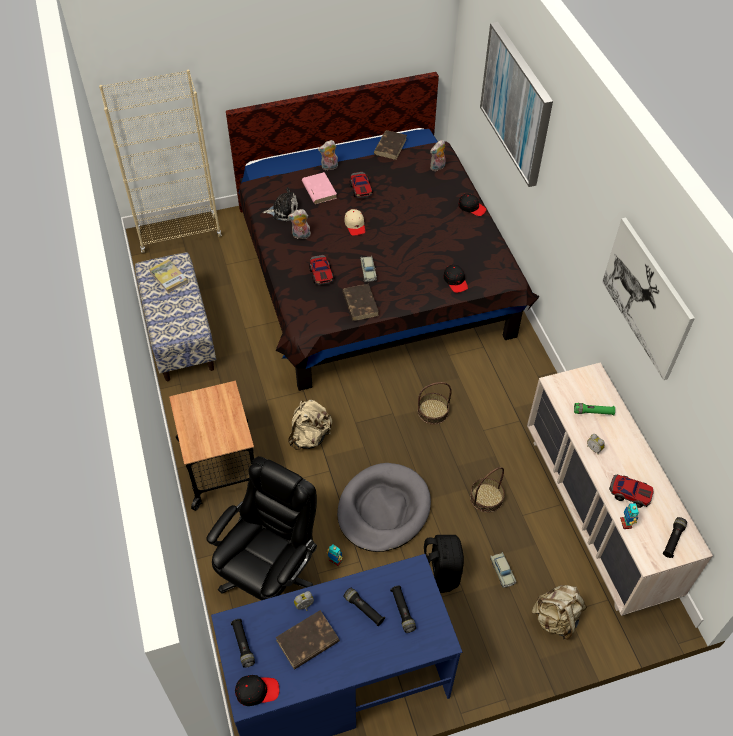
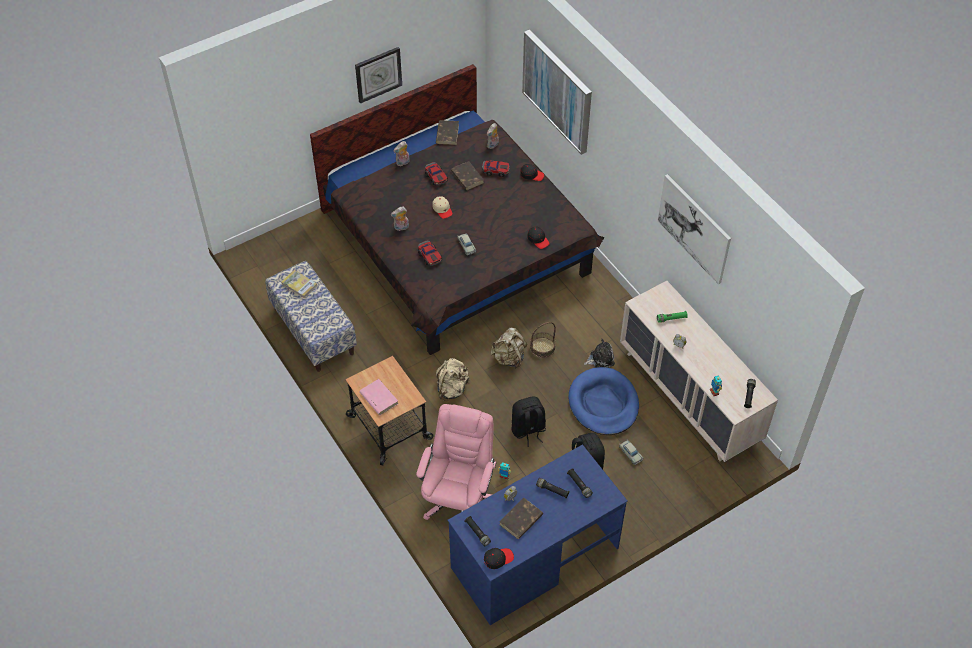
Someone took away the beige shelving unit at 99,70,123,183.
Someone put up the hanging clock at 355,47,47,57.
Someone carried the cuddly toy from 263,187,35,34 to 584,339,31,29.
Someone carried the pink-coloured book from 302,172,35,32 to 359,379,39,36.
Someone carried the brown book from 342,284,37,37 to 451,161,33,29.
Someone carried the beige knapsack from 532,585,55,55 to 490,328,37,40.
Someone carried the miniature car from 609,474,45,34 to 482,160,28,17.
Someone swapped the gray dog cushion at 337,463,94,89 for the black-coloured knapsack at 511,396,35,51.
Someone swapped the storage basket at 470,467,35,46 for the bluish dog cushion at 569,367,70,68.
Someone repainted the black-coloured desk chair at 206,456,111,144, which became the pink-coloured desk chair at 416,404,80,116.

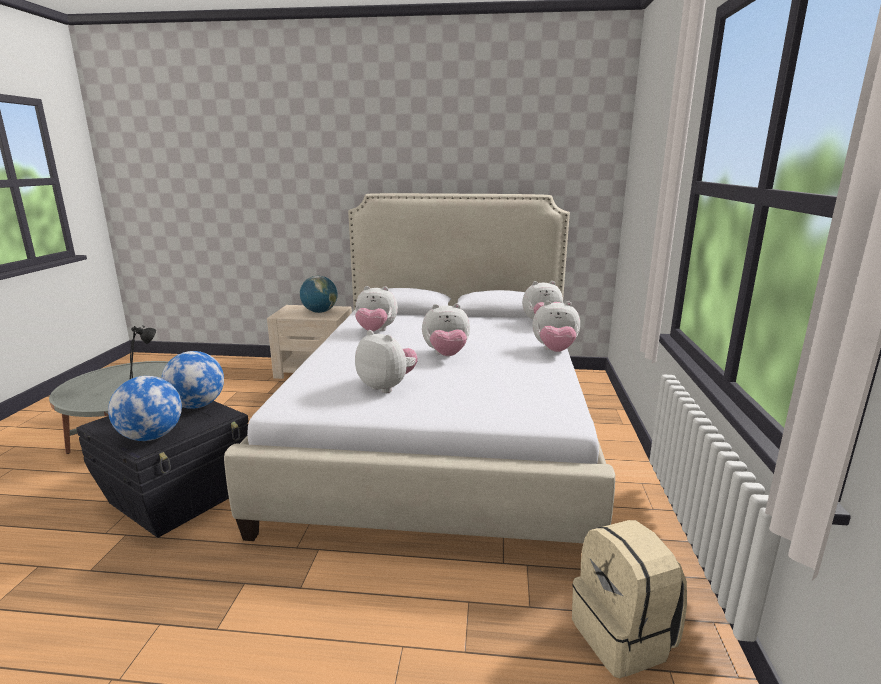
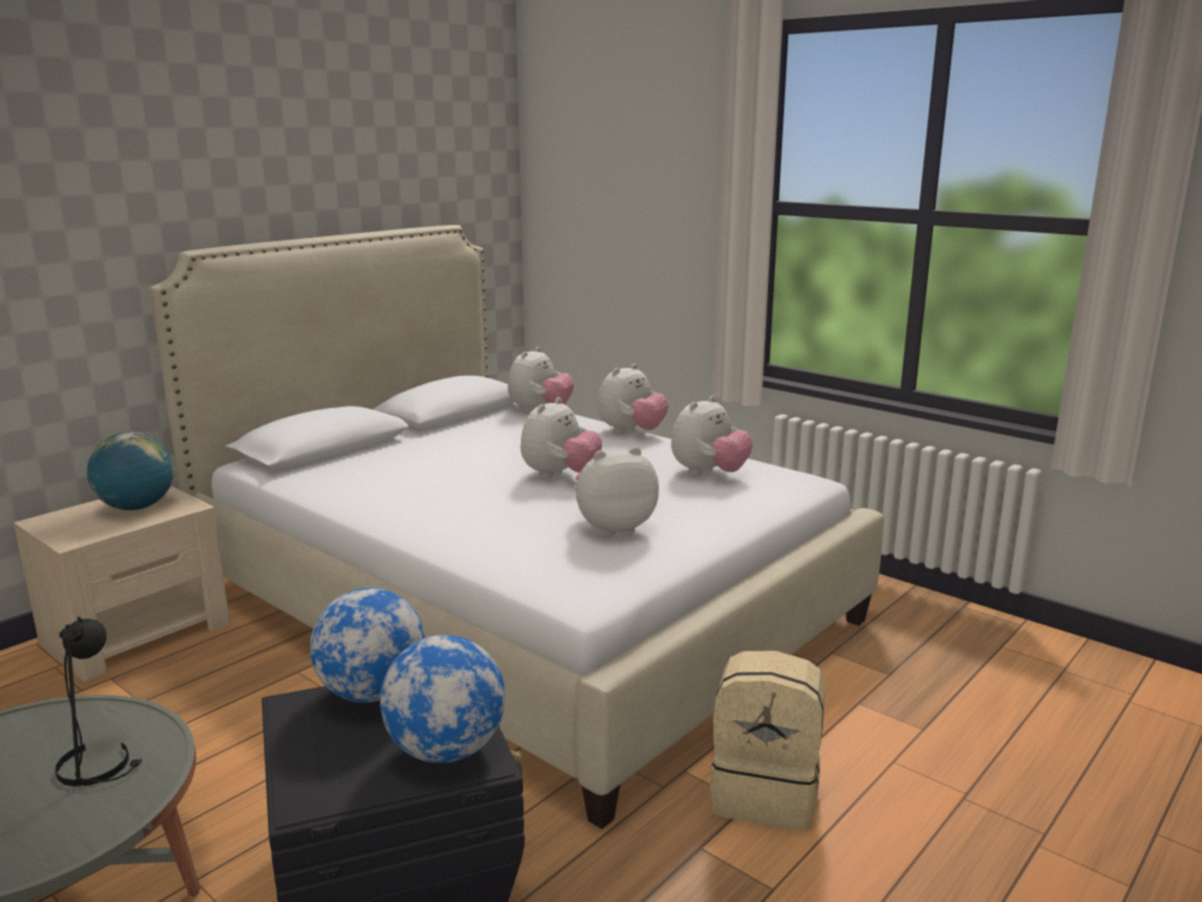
Someone carried the cuddly toy from 355,286,43,45 to 671,396,82,80.
Someone carried the beige knapsack from 572,520,115,158 to 710,651,115,180.

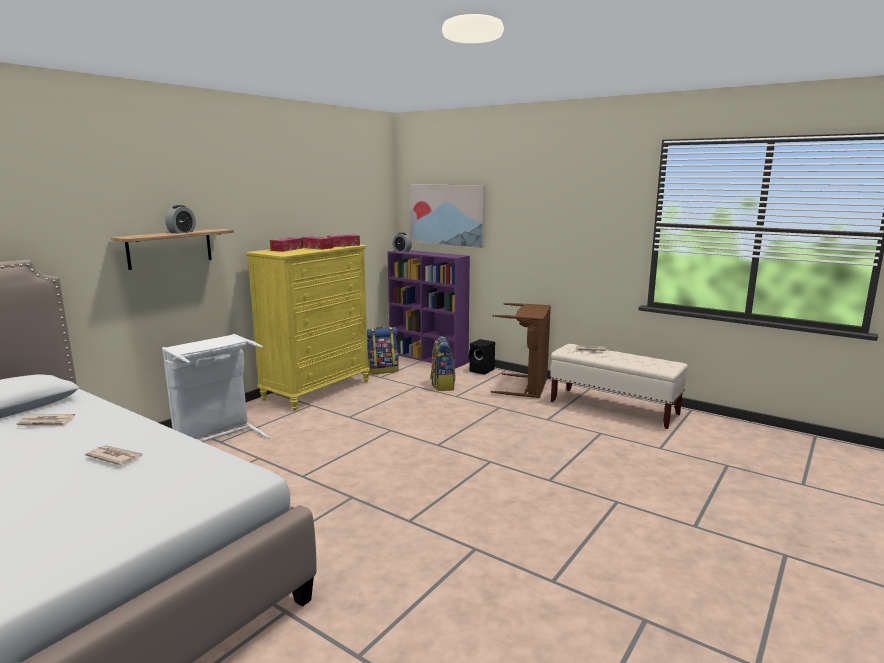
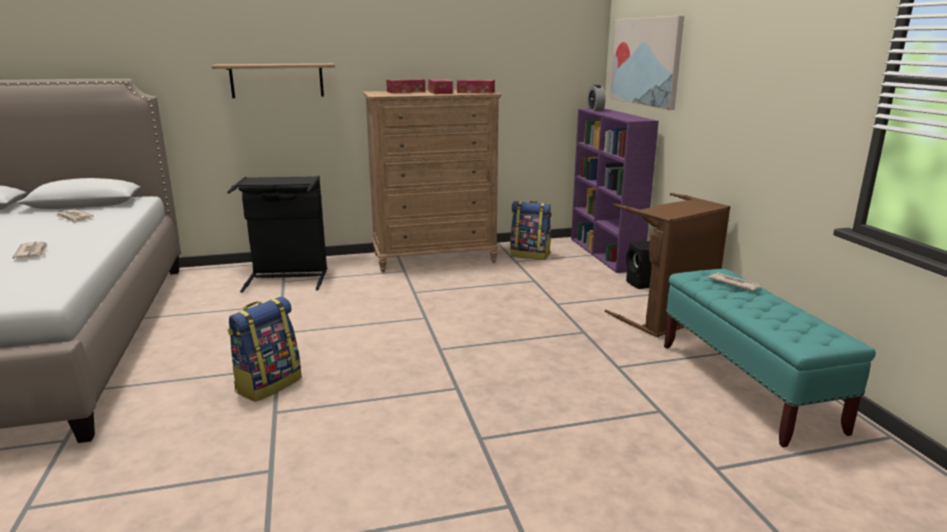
Someone took away the bedside clock at 165,205,31,29.
Someone carried the knapsack from 431,336,25,55 to 227,297,75,105.
Someone repainted the white-coloured washing basket at 162,334,108,108, which became the black-coloured washing basket at 227,176,100,117.
Someone repainted the yellowish drawer chest at 245,245,125,166, which became the brown drawer chest at 363,90,138,182.
Someone repainted the beige indoor bench at 550,344,138,85, which became the turquoise indoor bench at 664,269,212,178.

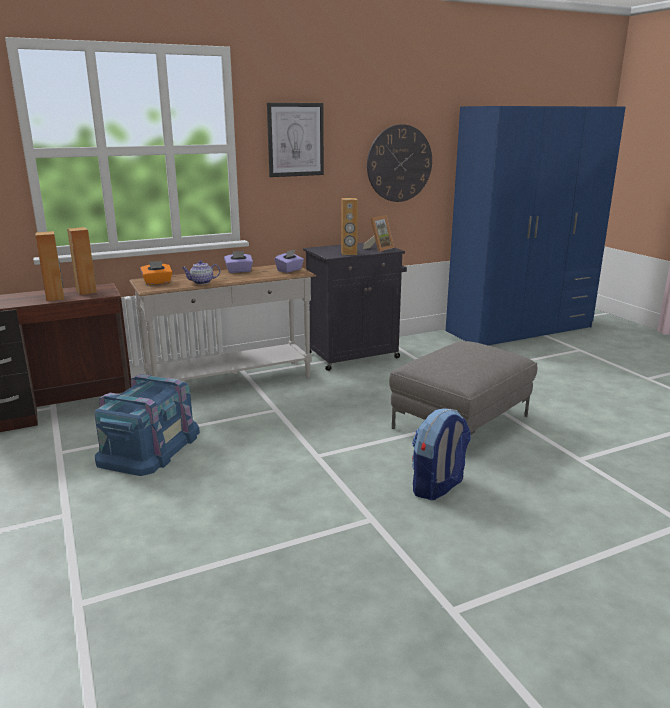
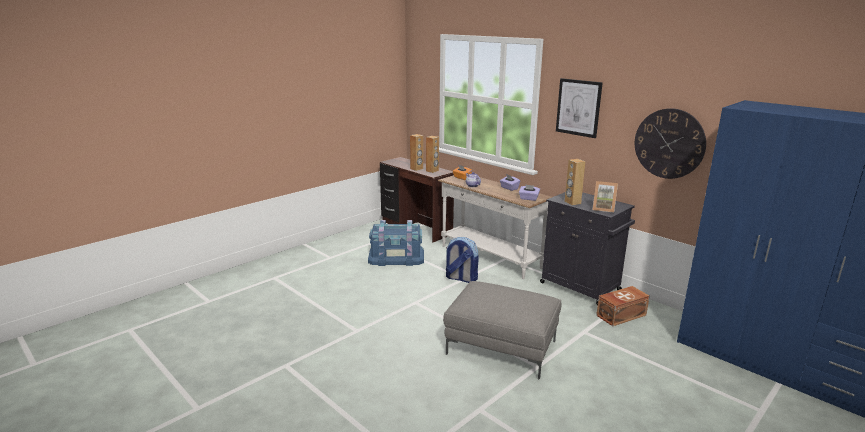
Someone put down the brown storage bin at 596,286,54,40.
Someone carried the knapsack from 412,408,59,92 to 446,237,33,46.

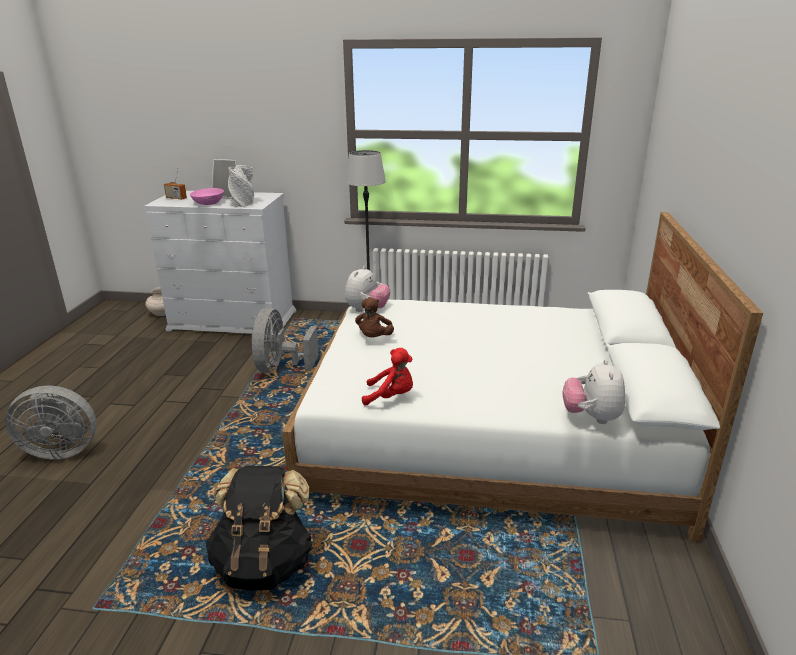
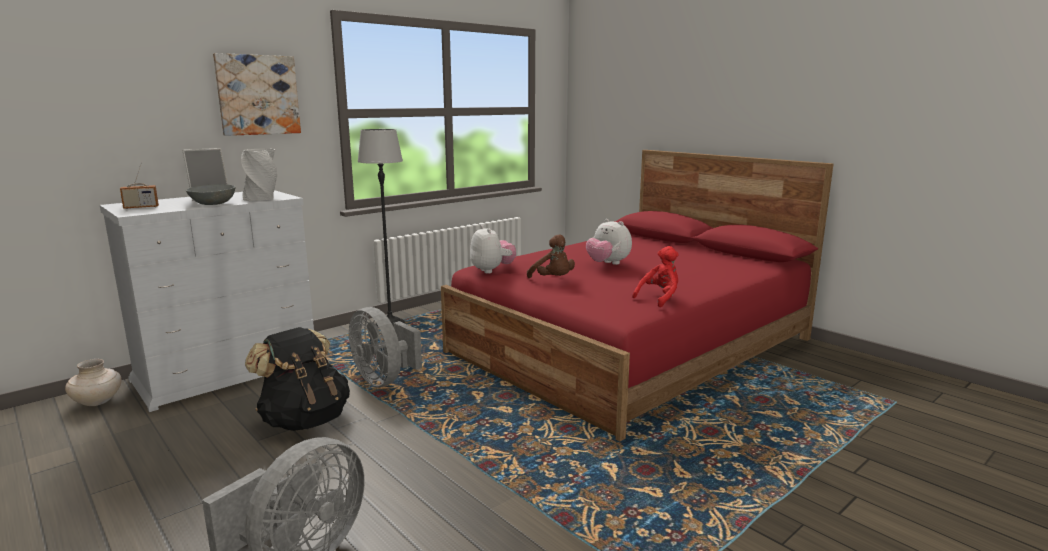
Someone put up the picture at 213,53,88,83.
Someone carried the black-coloured knapsack from 206,465,107,126 to 245,327,105,104.
Someone carried the cuddly toy from 562,359,63,65 to 586,219,46,46.
Someone repainted the pink-coloured serving bowl at 190,188,34,17, which became the gray serving bowl at 186,184,50,21.
Someone repainted the white-coloured bed at 282,212,481,330, which became the reddish bed at 441,150,393,291.

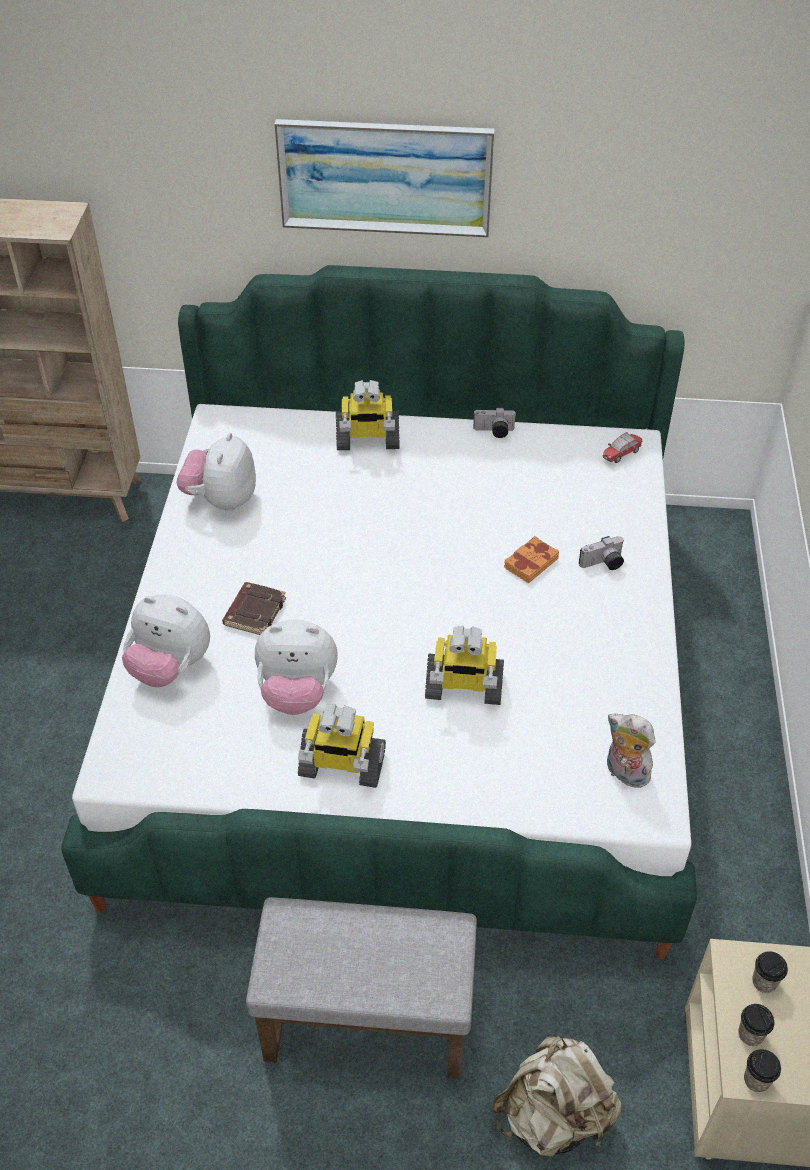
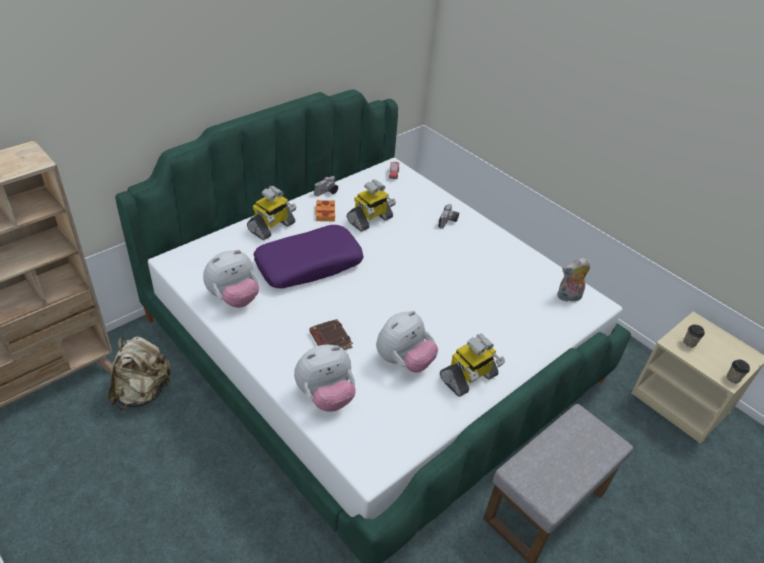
Someone took away the picture at 274,119,221,118.
Someone took away the drinking cup at 738,1004,36,42.
Someone put down the purple-coloured throw pillow at 254,225,110,63.
Someone carried the toy robot from 425,626,79,79 to 347,180,49,52.
Someone carried the beige knapsack from 492,1036,130,120 to 108,336,63,74.
Someone carried the orange-coloured book from 504,536,55,48 to 315,200,20,21.
Someone rotated the cuddly toy at 177,433,79,78 by 90 degrees counterclockwise.

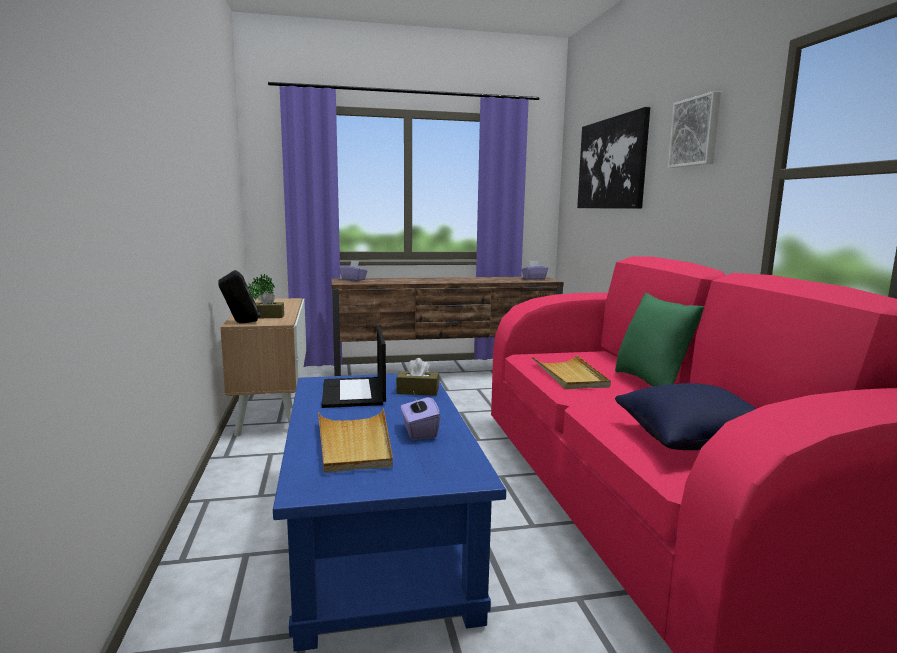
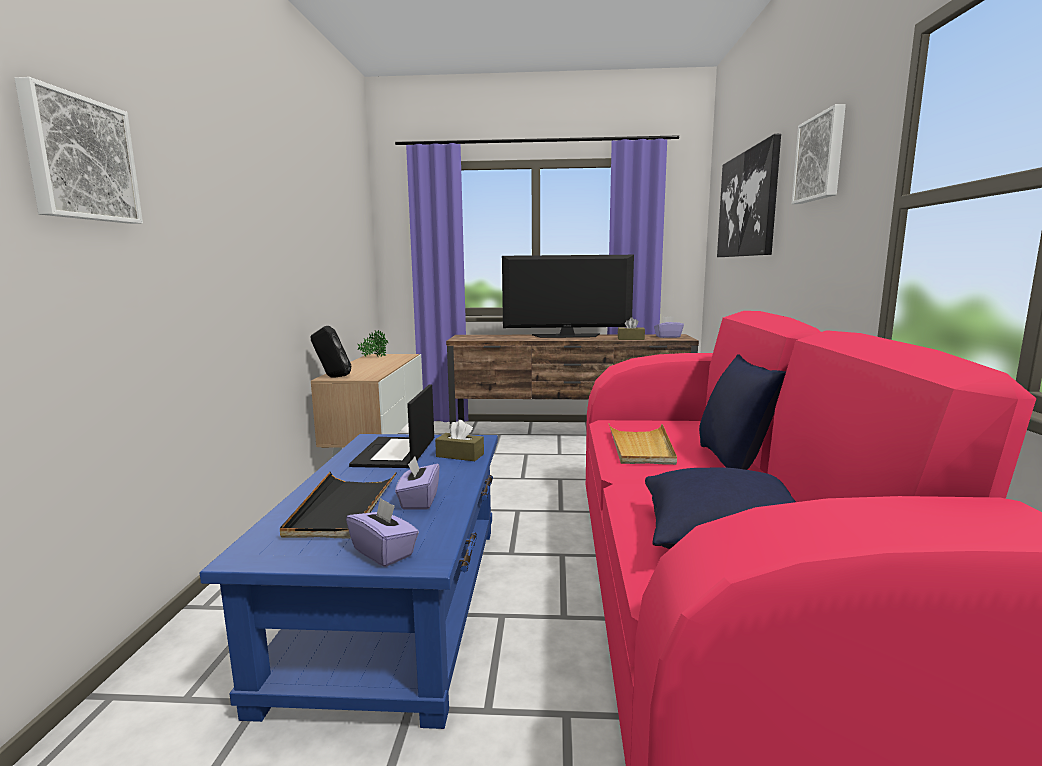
Someone put up the picture at 14,77,129,147.
Someone put down the TV at 502,255,132,83.
Someone carried the brown tissue holder from 255,291,29,27 to 618,317,27,23.
Someone carried the purple-coloured tissue holder from 339,260,29,21 to 346,497,73,70.
Someone repainted the beige carrying tray at 318,408,75,65, which became the black-coloured carrying tray at 280,472,117,66.
Someone repainted the green-coloured throw pillow at 615,293,89,93, which became the bluish throw pillow at 699,354,87,116.

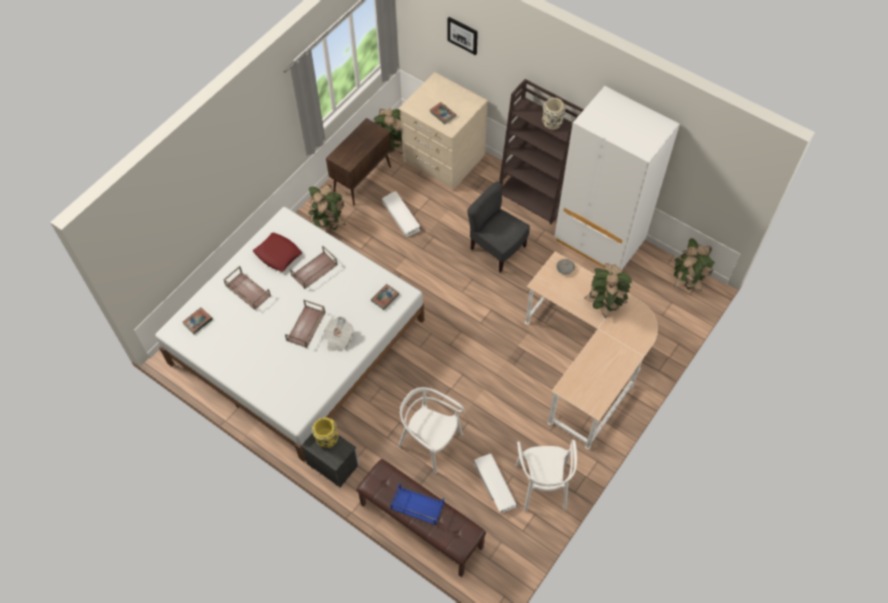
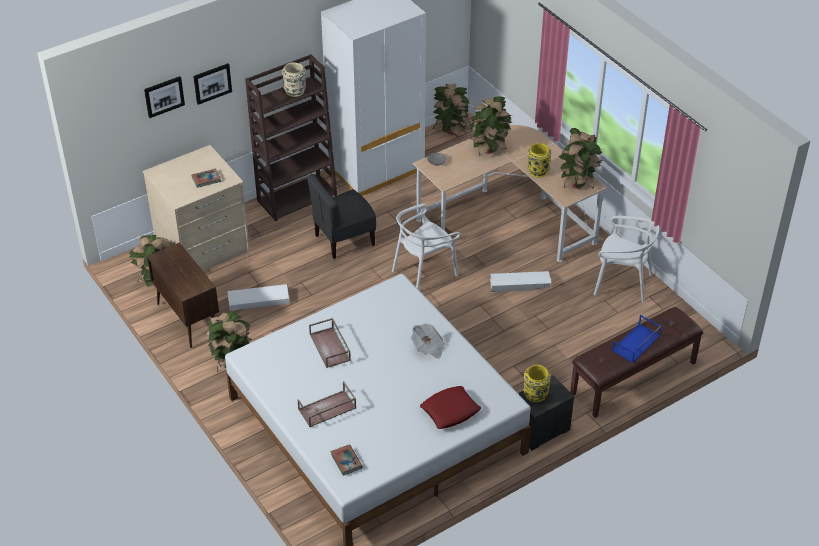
Someone took away the brown carrying tray at 285,300,40,48.
Someone took away the book at 371,284,28,26.
Someone put up the picture at 193,63,39,42.
Someone put down the yellowish flower vase at 528,143,23,35.
Someone put down the potted plant at 559,128,44,61.
Someone carried the reddish throw pillow from 253,233,49,39 to 420,386,61,43.
Someone carried the white-coloured upright chair from 398,387,67,87 to 392,204,69,86.
Someone carried the white-coloured storage bin from 474,454,43,59 to 490,271,61,21.

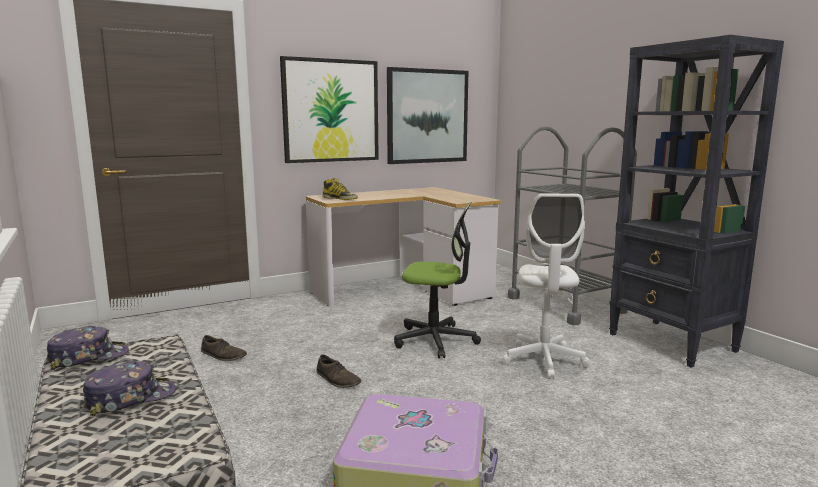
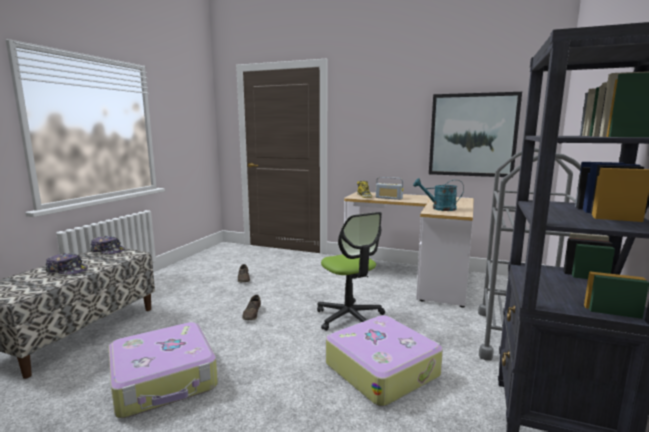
Someone took away the picture at 280,56,99,107.
Someone put down the radio set at 376,177,27,23.
Someone put down the turquoise watering can at 413,178,51,33.
Someone swapped the white-coloured desk chair at 503,193,87,186 for the piece of luggage at 326,315,117,91.

